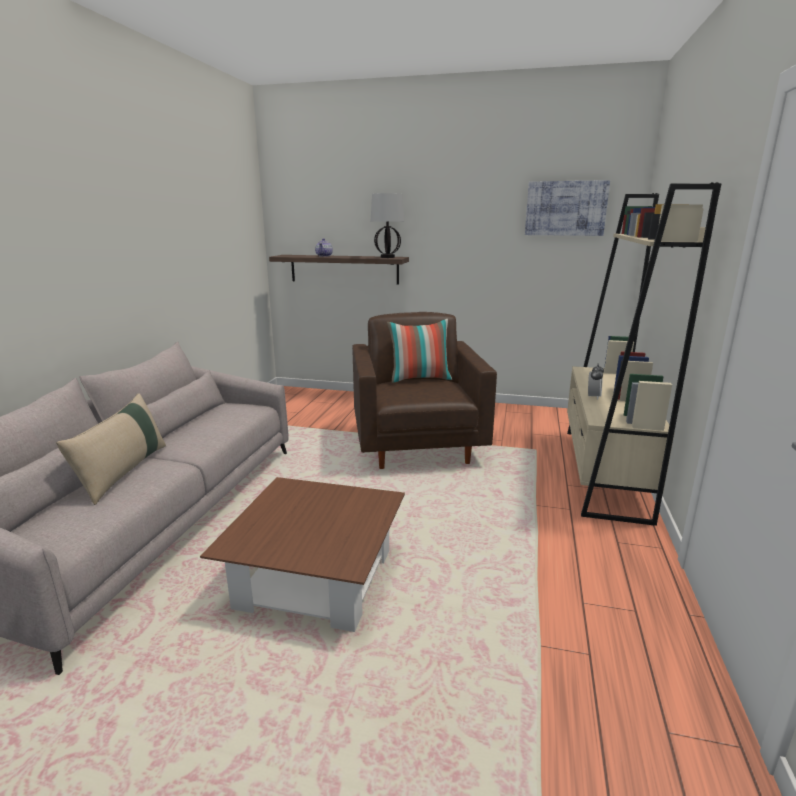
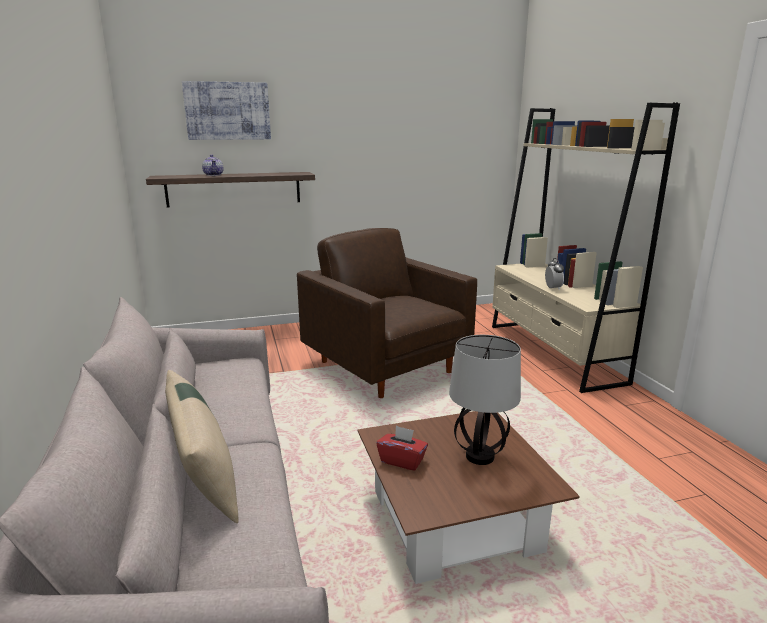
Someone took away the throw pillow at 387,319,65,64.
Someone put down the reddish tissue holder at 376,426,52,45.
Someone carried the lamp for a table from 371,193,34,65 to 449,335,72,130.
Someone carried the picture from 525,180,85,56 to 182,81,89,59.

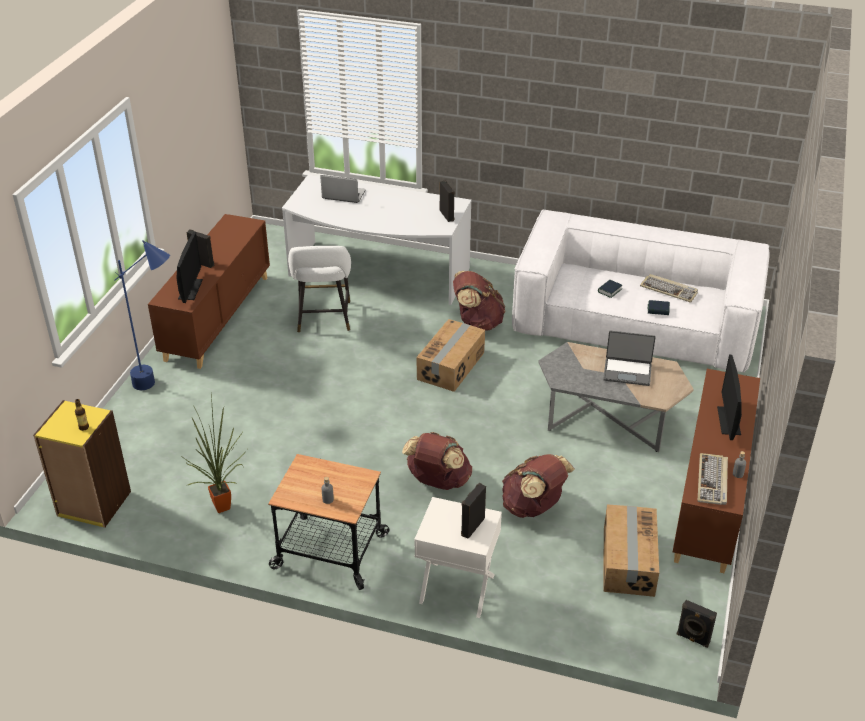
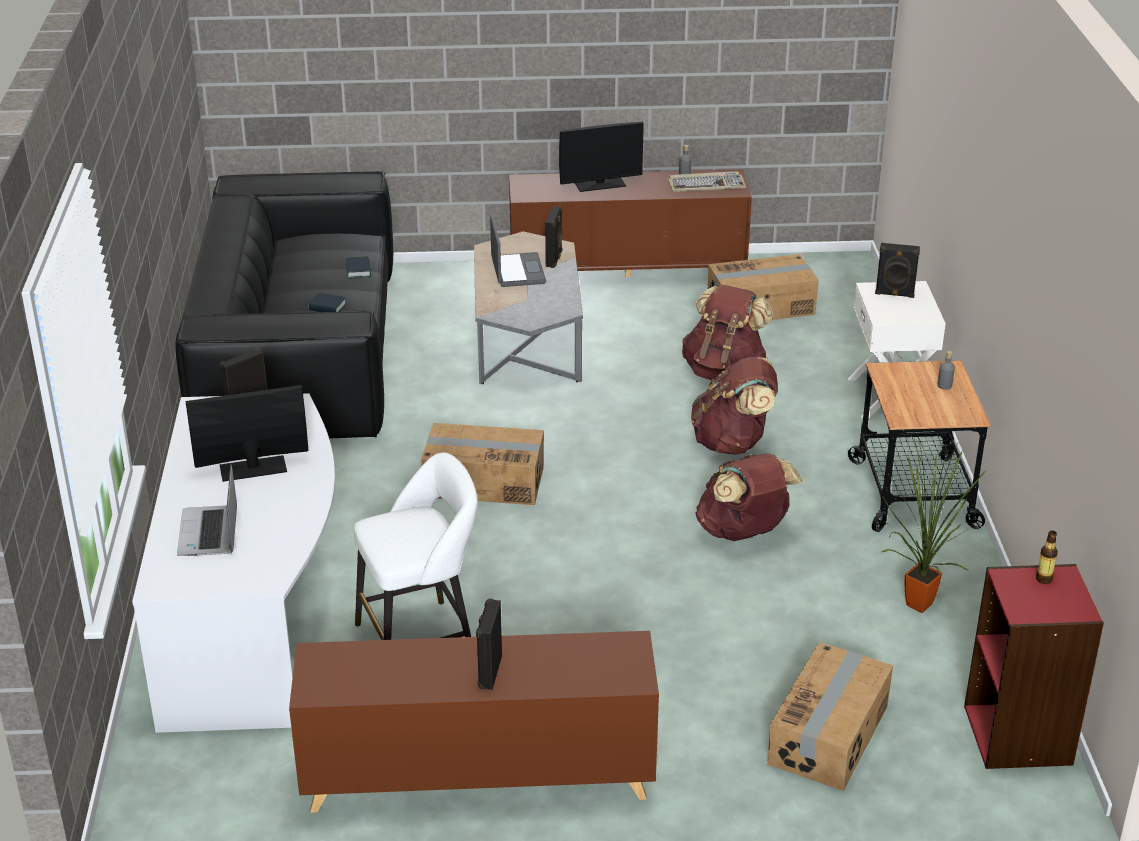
Someone took away the bluish standing lamp at 115,240,55,150.
Someone took away the computer keyboard at 640,274,58,29.
Someone put down the packing box at 767,642,126,149.
Someone carried the computer display from 176,232,27,71 to 185,385,123,97.
Someone carried the brown knapsack from 453,271,53,60 to 696,453,106,88.
Someone carried the black-coloured loudspeaker from 677,600,40,48 to 545,206,17,62.
Someone repainted the yellowish shelving unit at 33,400,98,128, which became the reddish shelving unit at 964,564,140,205.
Someone repainted the white-coloured couch at 512,210,258,163, which became the black-coloured couch at 175,171,218,268.

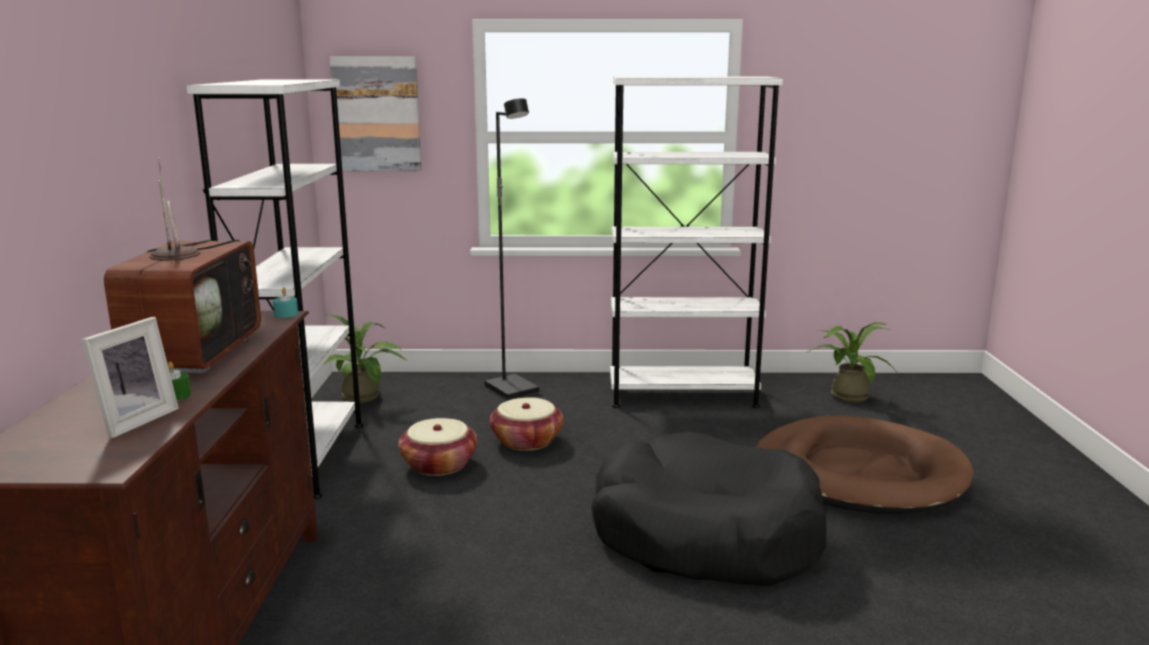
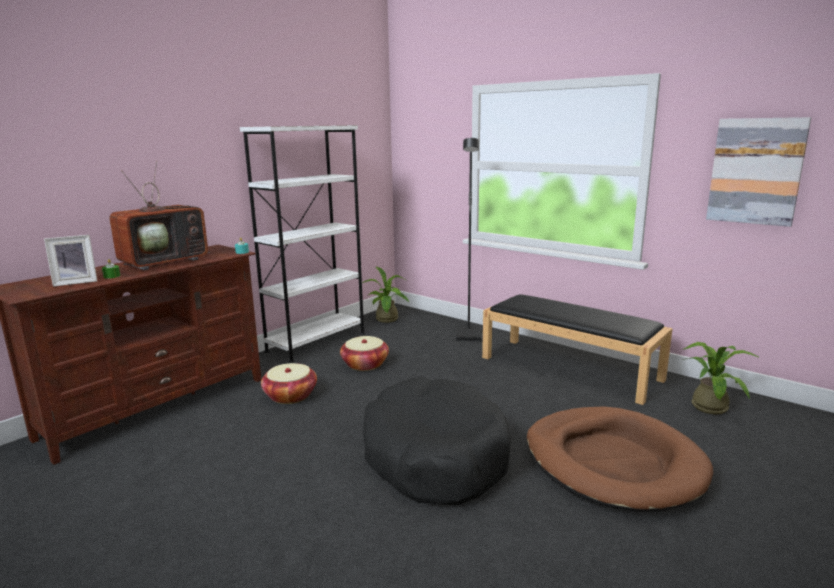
Someone carried the picture from 329,56,92,115 to 706,117,105,110.
Someone carried the storage basket from 490,397,73,54 to 261,363,56,41.
Someone swapped the white-coloured shelving unit at 610,77,173,331 for the black-coloured indoor bench at 482,294,191,111.

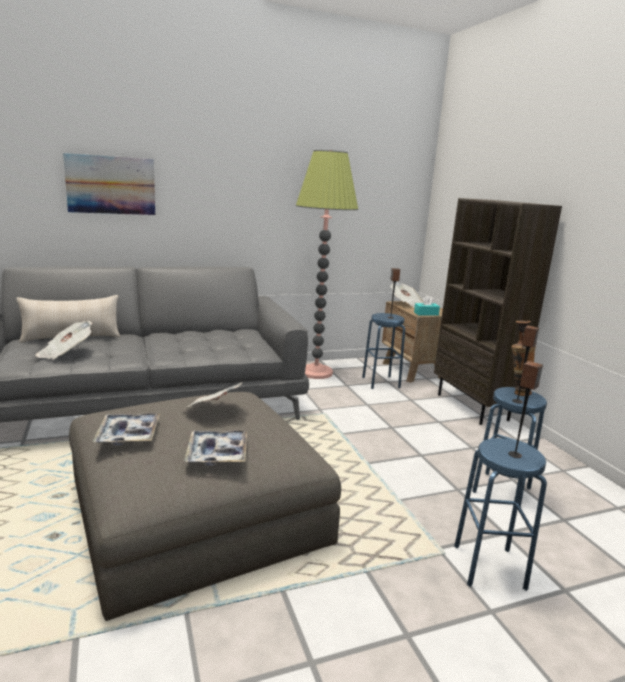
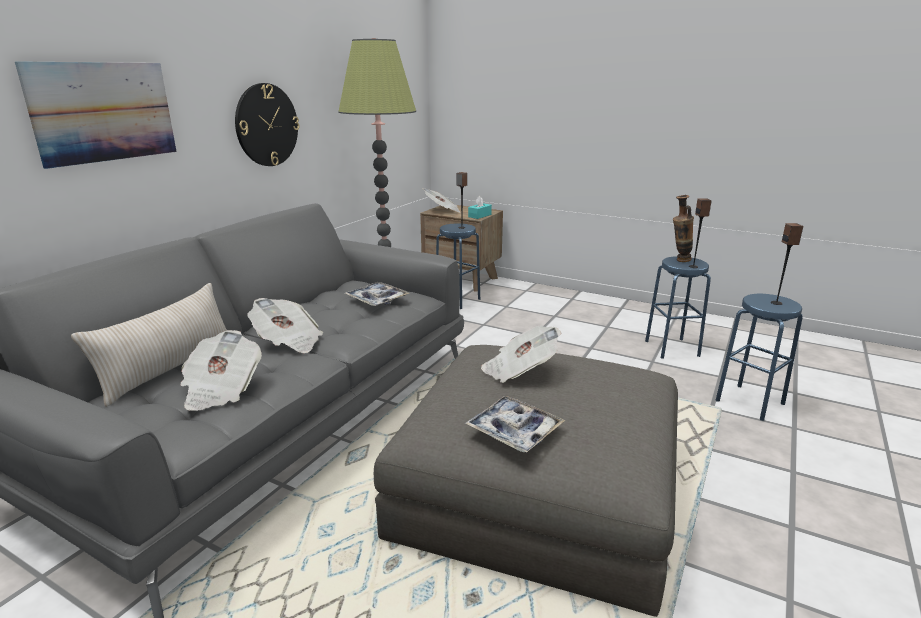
Someone took away the brown shelving unit at 434,198,128,227.
Someone put up the hanging clock at 235,83,65,83.
Someone put down the daily paper at 247,298,76,55.
Someone carried the carrying tray from 184,430,63,36 to 345,282,64,24.

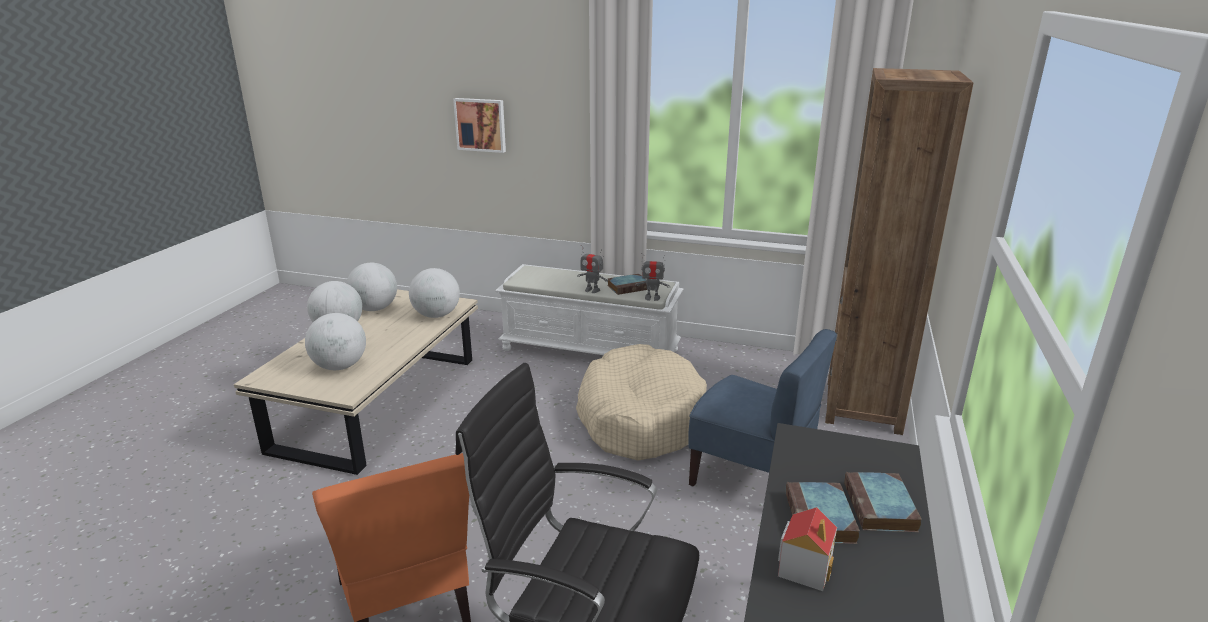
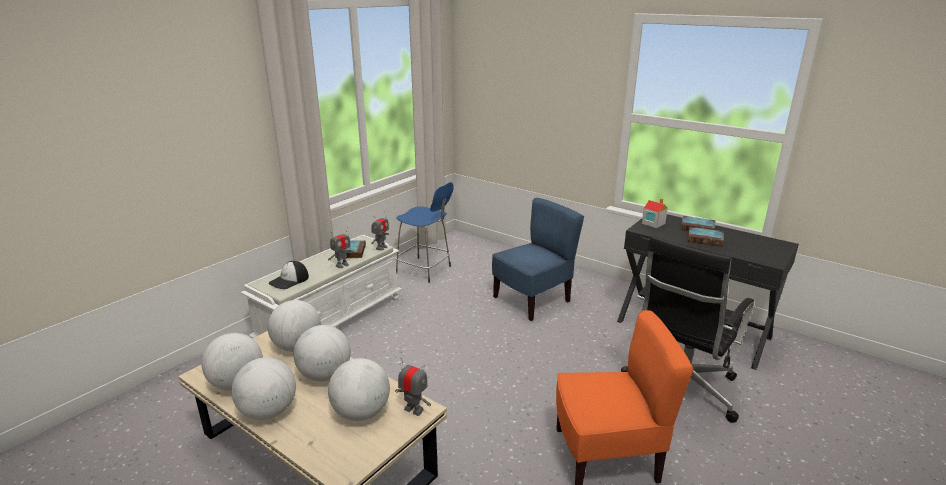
Someone took away the picture at 453,98,53,55.
Someone took away the beige dog cushion at 576,344,131,116.
Someone took away the brown shelving unit at 825,68,148,367.
Someone put down the baseball cap at 269,261,40,28.
Someone put down the desk globe at 294,325,57,56.
Someone put down the toy robot at 395,358,36,58.
Someone put down the bluish stool seat at 396,182,58,101.
Someone carried the miniature house from 778,507,59,84 to 642,198,26,30.

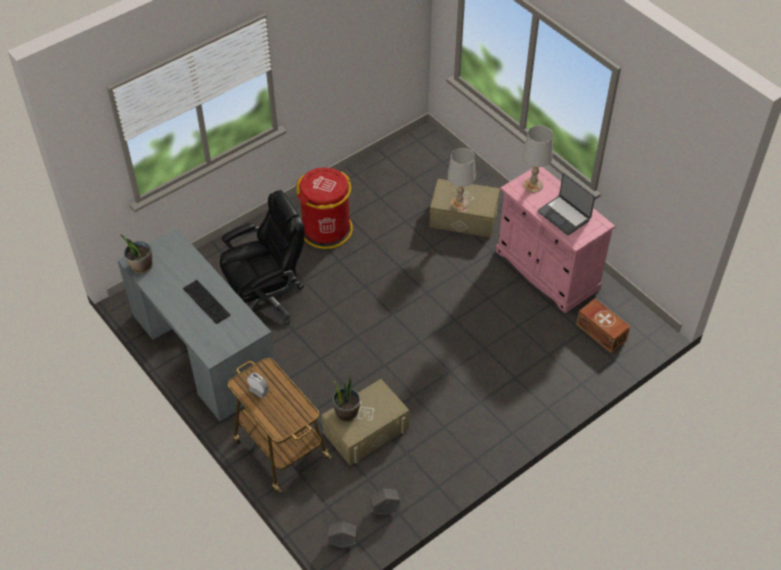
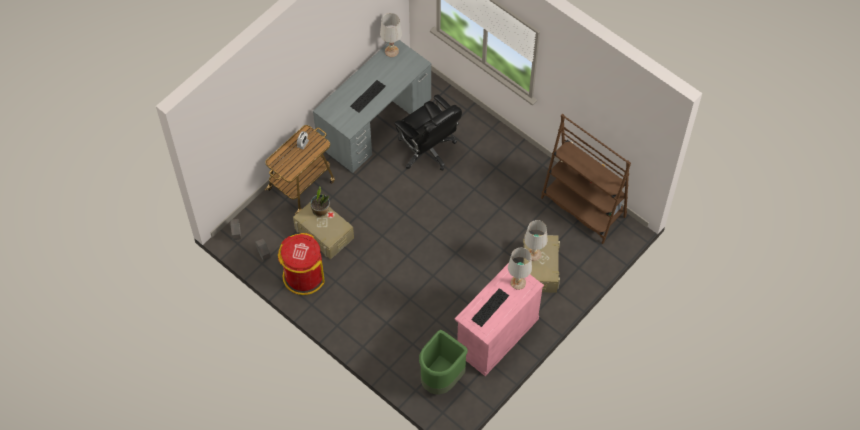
Someone put down the brown shelving unit at 541,114,90,130.
Someone carried the reddish rubbish bin from 296,167,57,82 to 278,233,47,62.
Someone swapped the potted plant at 120,234,33,39 for the white-coloured lamp for a table at 380,13,22,44.
Someone swapped the laptop at 537,173,58,62 for the computer keyboard at 471,288,38,39.
Someone swapped the brown storage bin at 576,299,55,54 for the green-coloured rubbish bin at 419,330,49,64.

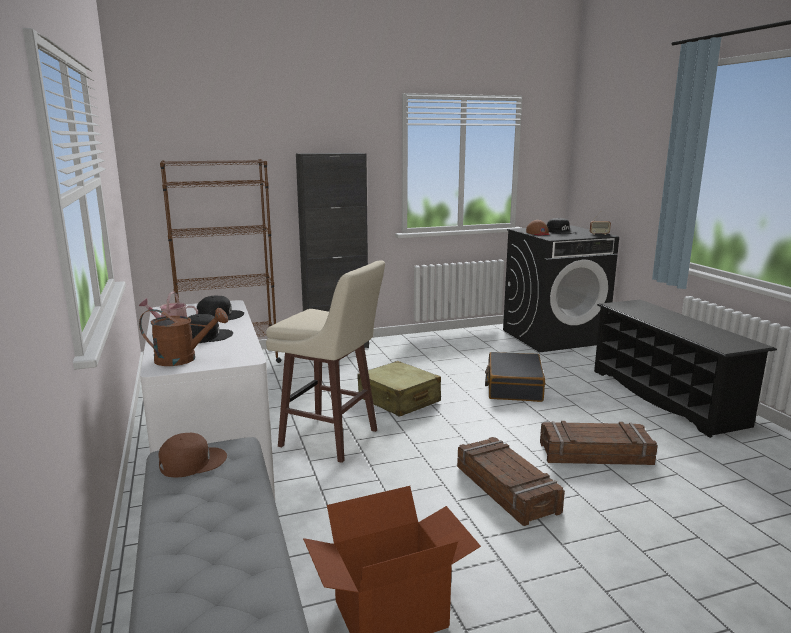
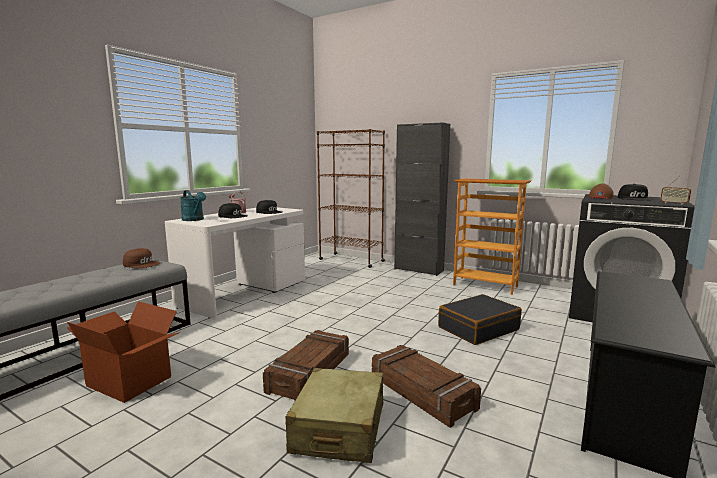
Someone took away the beige stool seat at 266,260,119,203.
Someone put down the shelving unit at 453,178,79,117.
Someone carried the beige piece of luggage from 357,361,84,56 to 285,368,98,95.
Someone repainted the brown watering can at 139,308,89,58, which became the turquoise watering can at 180,190,26,31.

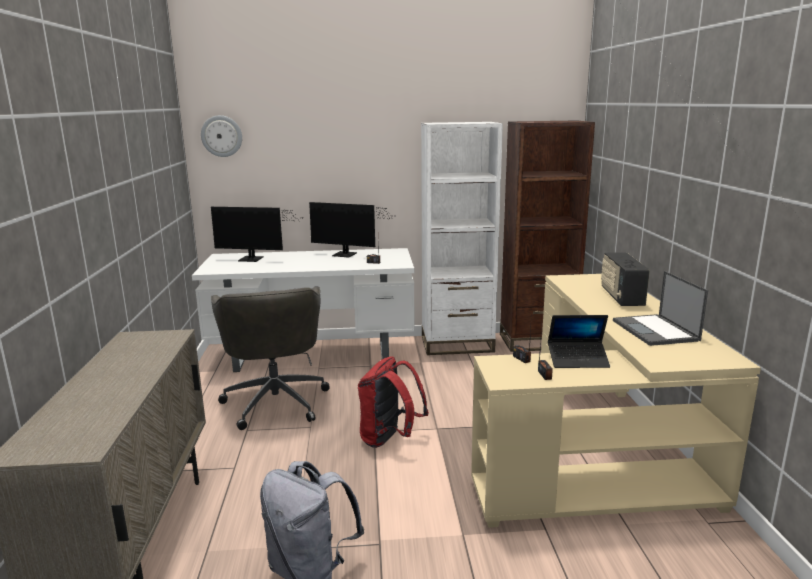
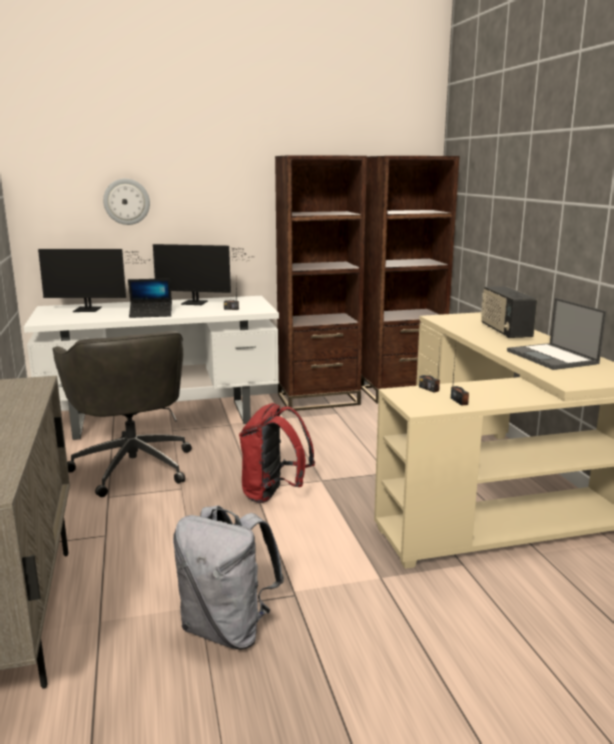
Someone carried the hanging clock from 201,115,41,42 to 103,179,47,46.
Someone carried the laptop from 548,315,62,53 to 128,278,44,40.
Someone repainted the white-coloured shelving unit at 421,122,82,233, which became the brown shelving unit at 275,155,92,256.

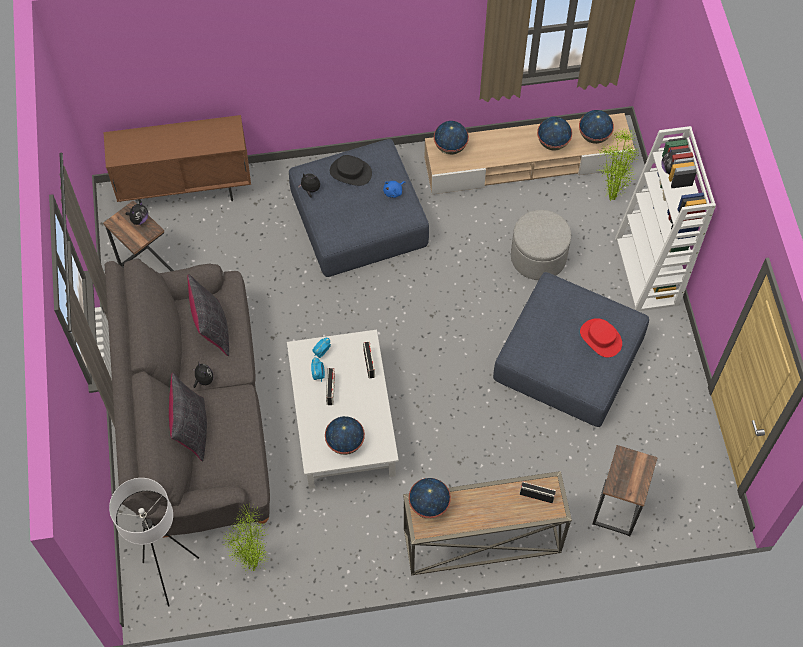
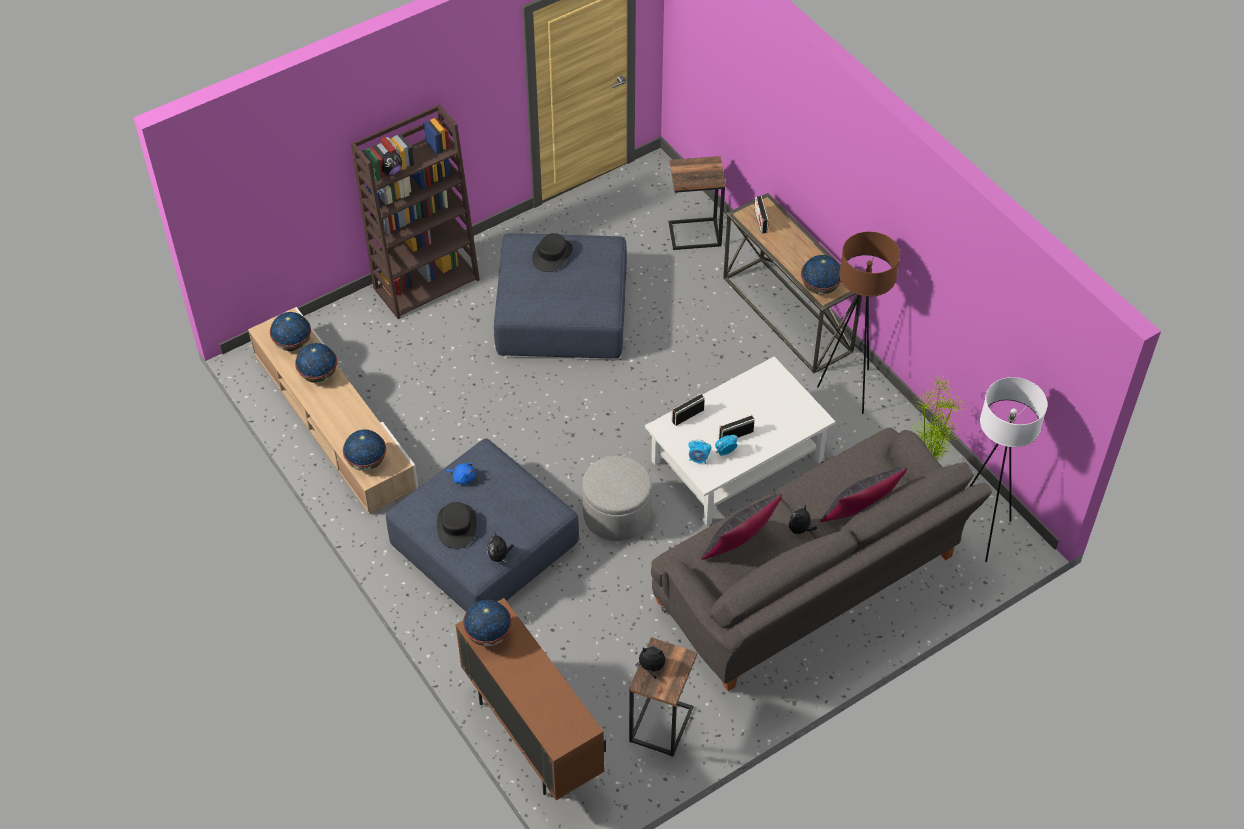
Someone took away the potted plant at 598,128,41,73.
Someone put down the brown standing lamp at 817,232,83,182.
Someone carried the desk globe from 325,416,40,39 to 463,600,49,46.
Someone carried the gray pouffe from 511,210,60,70 to 582,455,70,86.
Someone repainted the reddish hat at 580,318,42,40, which became the black-coloured hat at 532,233,41,39.
Someone repainted the white-coloured shelving unit at 615,126,101,185, which became the brown shelving unit at 351,104,129,215.

